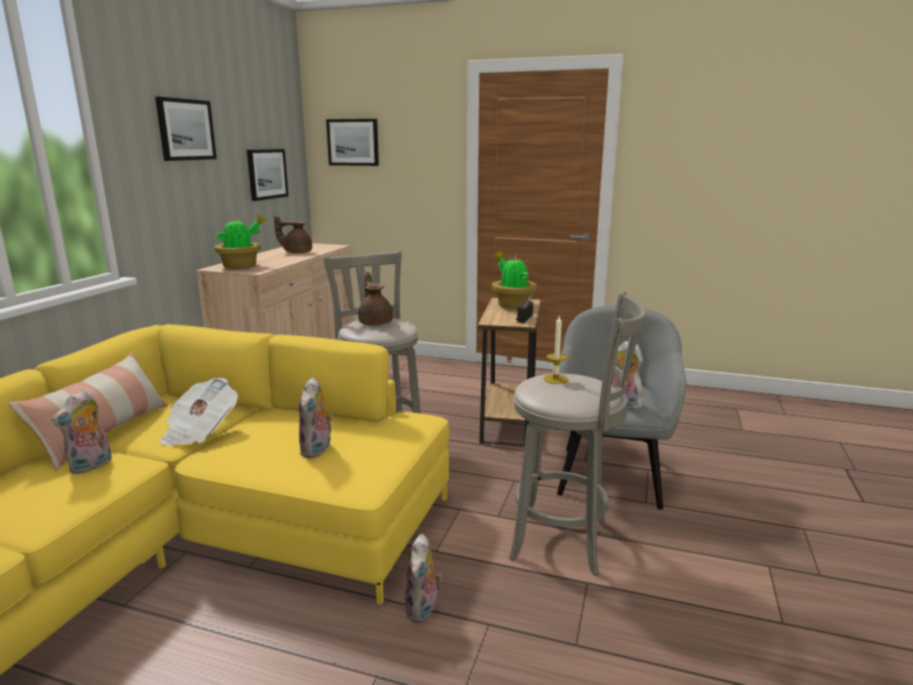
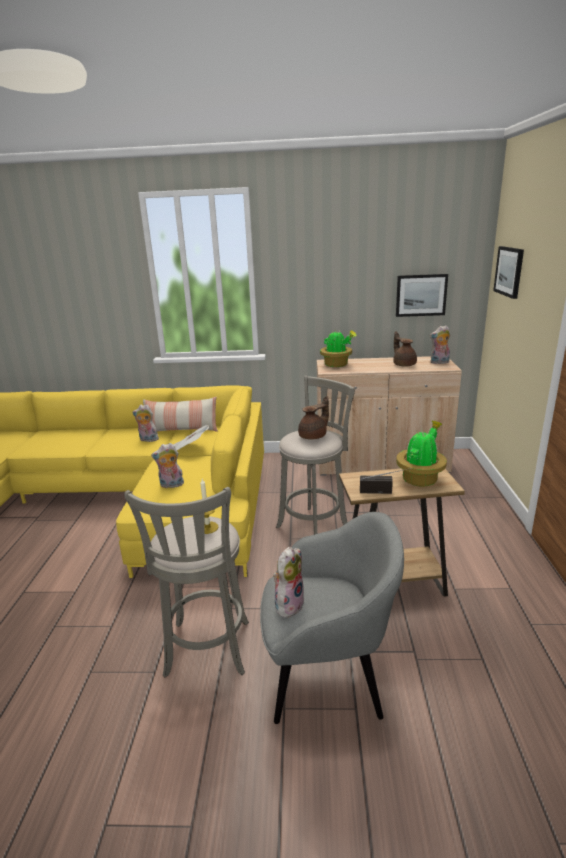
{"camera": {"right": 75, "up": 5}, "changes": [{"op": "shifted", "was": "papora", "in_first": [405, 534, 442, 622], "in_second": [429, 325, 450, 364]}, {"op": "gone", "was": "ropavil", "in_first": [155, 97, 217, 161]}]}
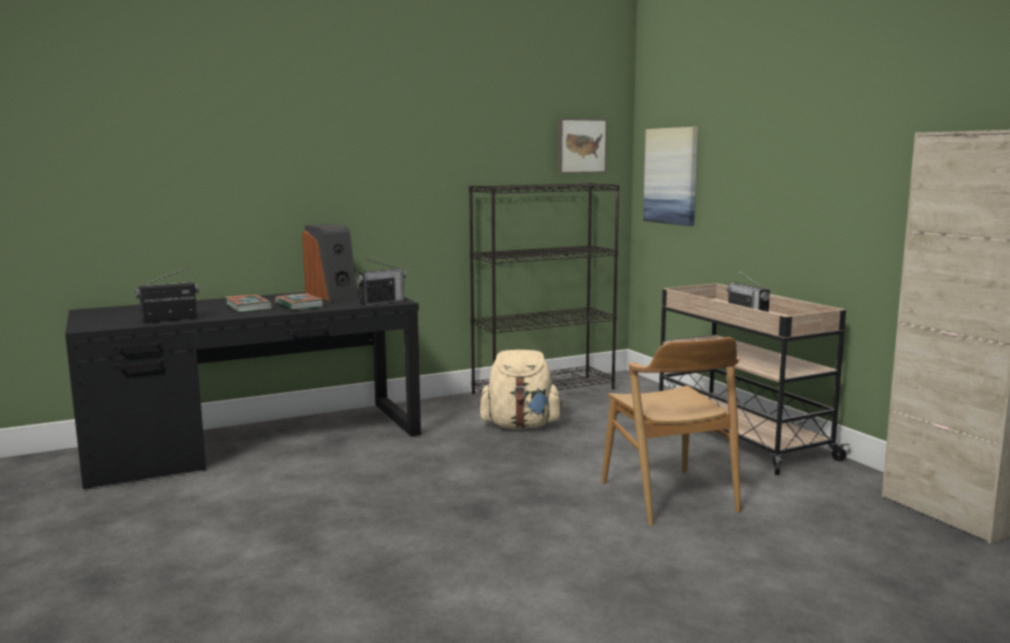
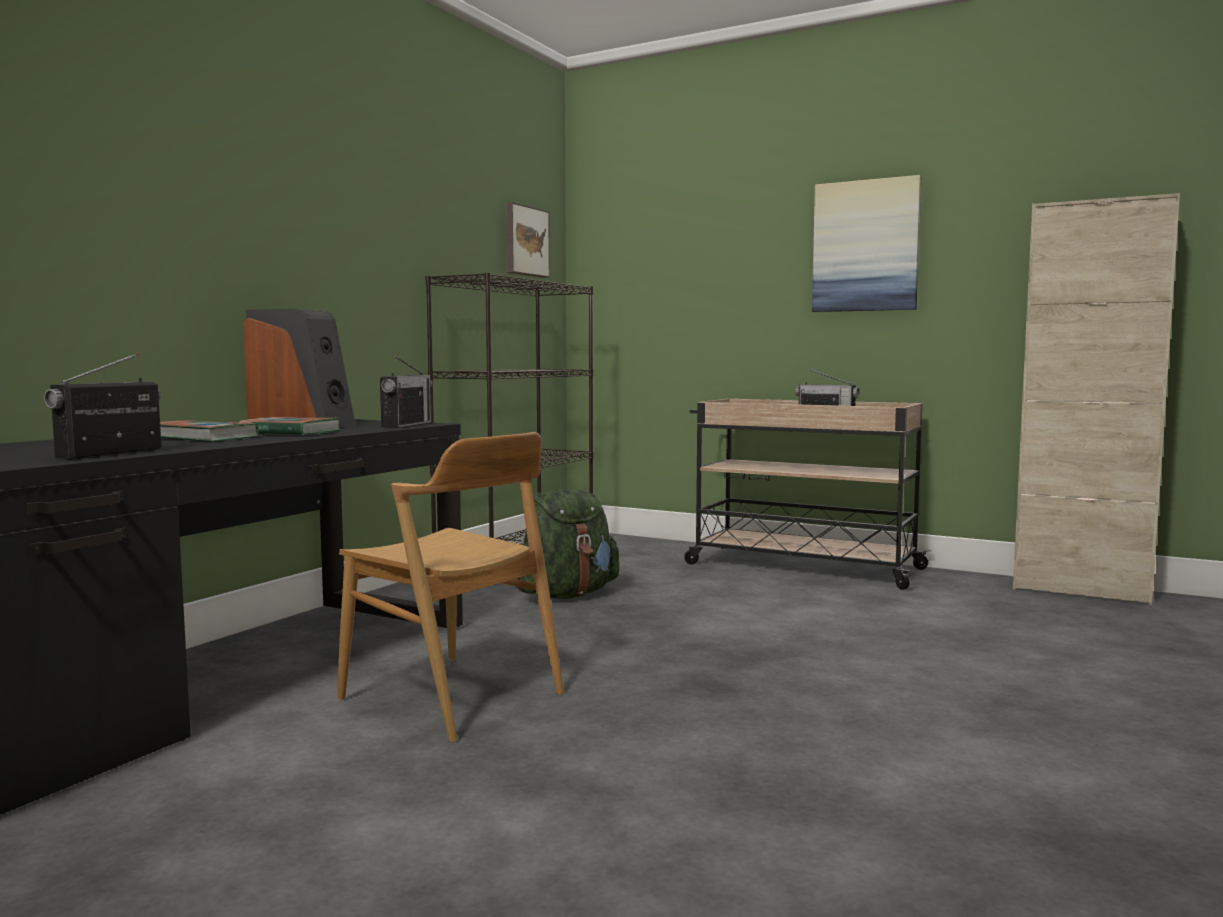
{"camera": {"right": -35, "up": -5}, "changes": [{"op": "shifted", "was": "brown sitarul", "in_first": [602, 337, 741, 526], "in_second": [337, 432, 564, 742]}, {"op": "repainted", "was": "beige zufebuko", "now": "green zufebuko", "in_first": [479, 350, 563, 429], "in_second": [516, 489, 620, 599]}, {"op": "shifted", "was": "ropavil", "in_first": [643, 127, 698, 226], "in_second": [812, 175, 922, 312]}]}
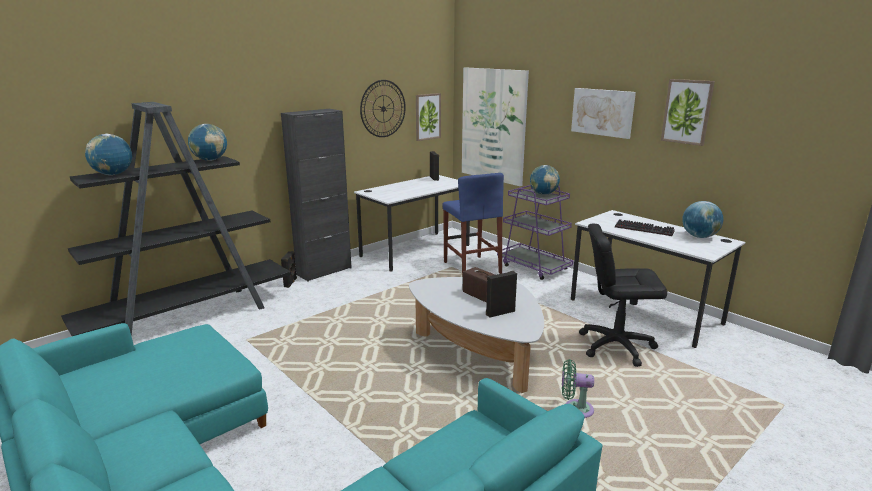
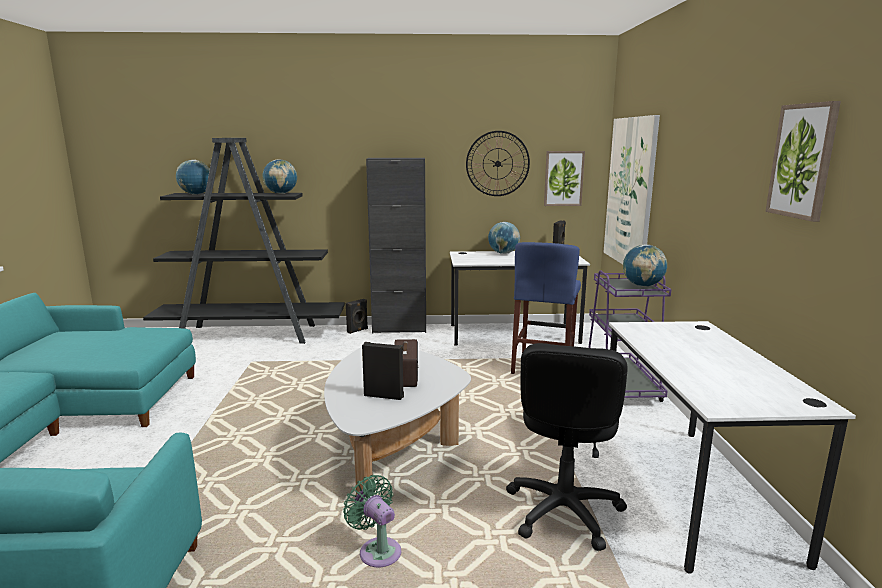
{"camera": {"right": 40, "up": -5}, "changes": [{"op": "shifted", "was": "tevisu", "in_first": [682, 201, 723, 238], "in_second": [488, 222, 520, 254]}, {"op": "rotated", "was": "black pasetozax", "in_first": [579, 223, 667, 367], "in_second": [506, 343, 628, 551], "clockwise": -120}, {"op": "gone", "was": "ropavil", "in_first": [571, 88, 636, 139]}, {"op": "gone", "was": "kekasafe", "in_first": [615, 219, 675, 236]}]}
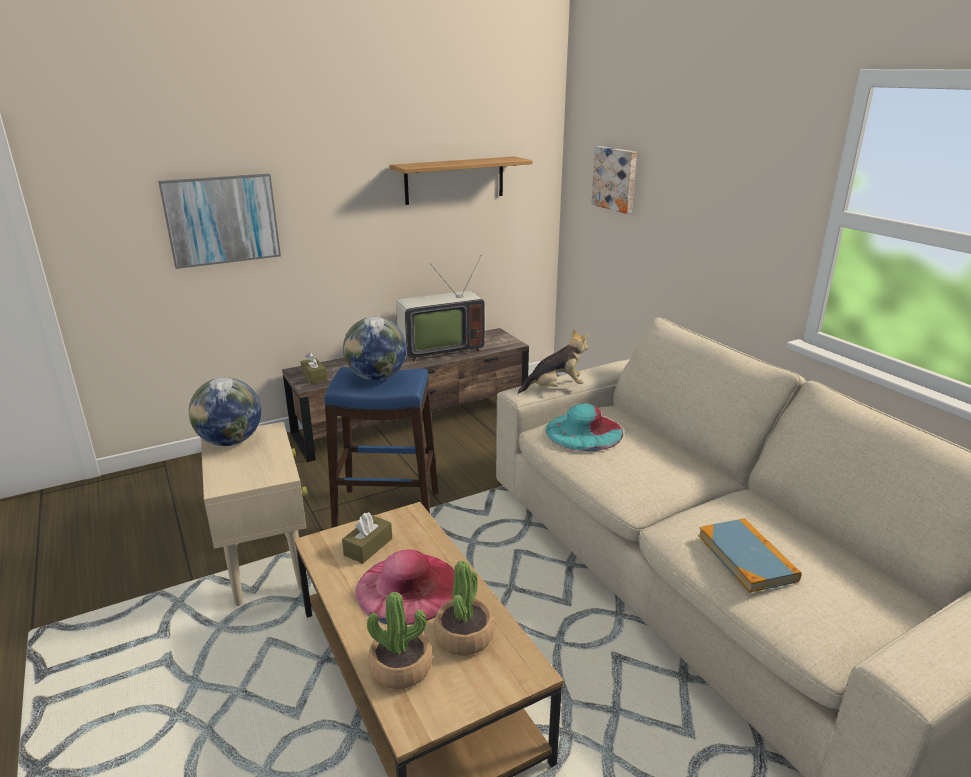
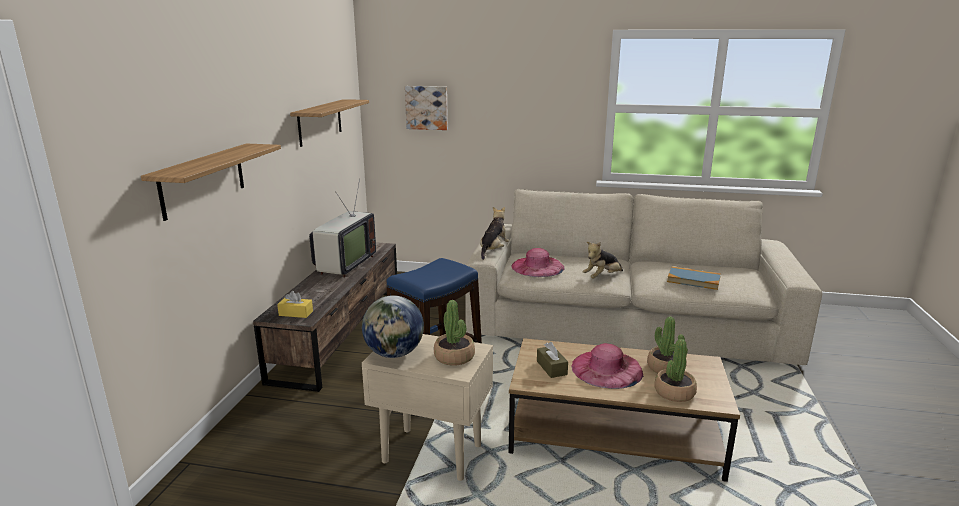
{"camera": {"right": -50, "up": -5}, "changes": [{"op": "swapped", "was": "ropavil", "now": "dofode", "in_first": [158, 174, 281, 269], "in_second": [141, 143, 281, 221]}, {"op": "repainted", "was": "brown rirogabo", "now": "yellow rirogabo", "in_first": [300, 352, 327, 384], "in_second": [277, 291, 313, 318]}, {"op": "new", "now": "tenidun", "in_second": [434, 300, 475, 366]}, {"op": "repainted", "was": "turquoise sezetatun", "now": "pink sezetatun", "in_first": [546, 403, 623, 451], "in_second": [511, 248, 565, 277]}, {"op": "new", "now": "papora", "in_second": [583, 242, 623, 278]}, {"op": "gone", "was": "tevisu", "in_first": [343, 317, 407, 381]}]}
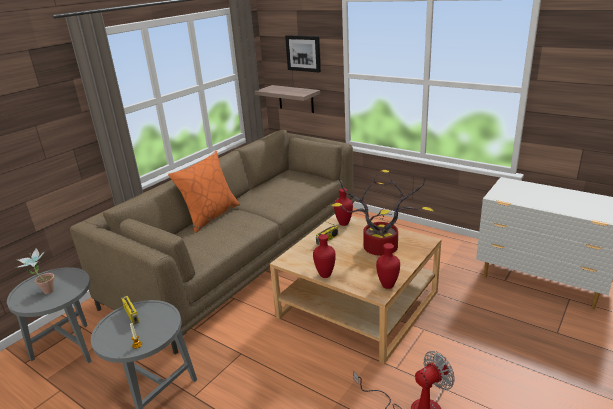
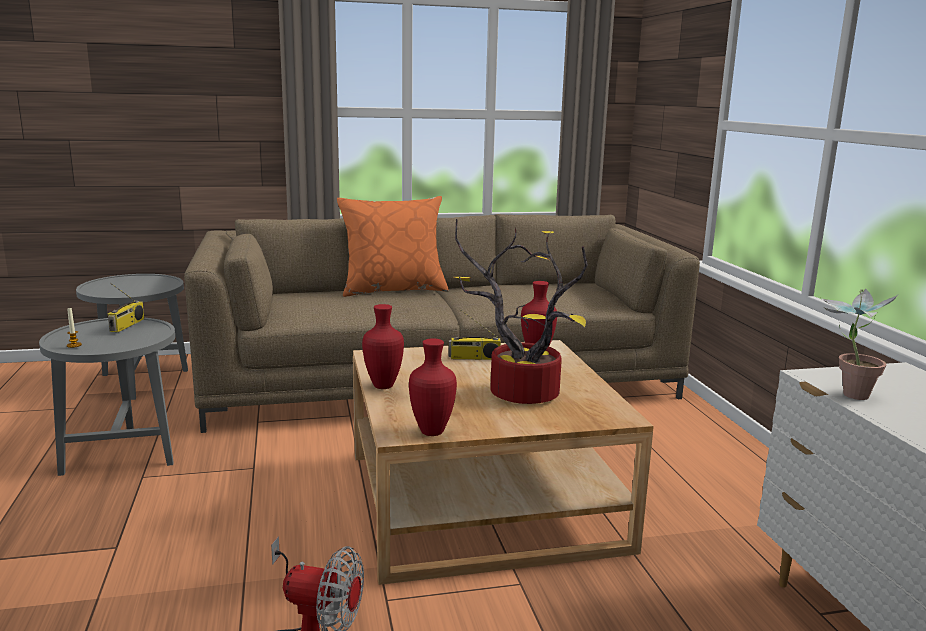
{"camera": {"right": 40, "up": -10}, "changes": [{"op": "shifted", "was": "tenidun", "in_first": [16, 249, 55, 294], "in_second": [821, 289, 898, 400]}, {"op": "gone", "was": "dofode", "in_first": [255, 85, 320, 113]}, {"op": "gone", "was": "ropavil", "in_first": [285, 35, 321, 73]}]}
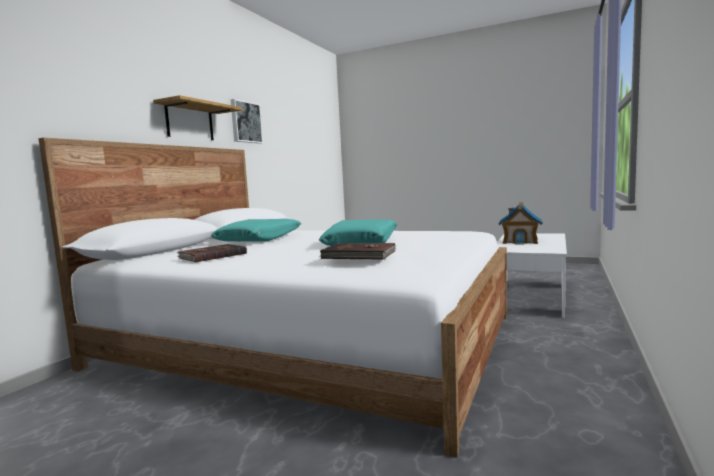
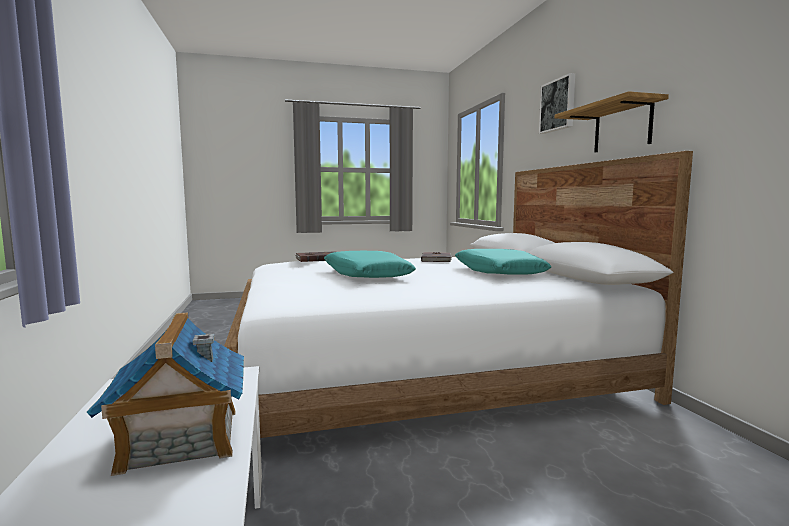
{"camera": {"right": 140, "up": 0}, "changes": [{"op": "shifted", "was": "ropavil", "in_first": [231, 99, 263, 144], "in_second": [539, 73, 575, 134]}]}
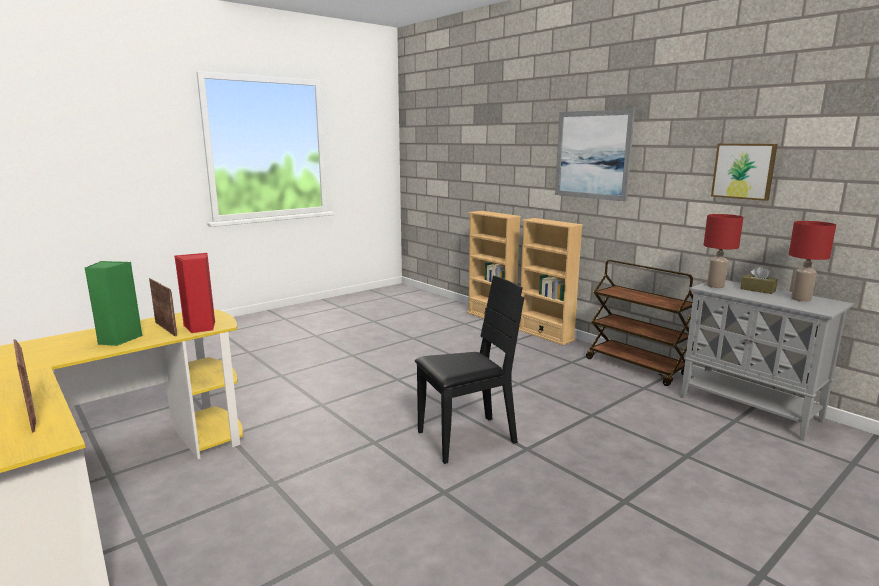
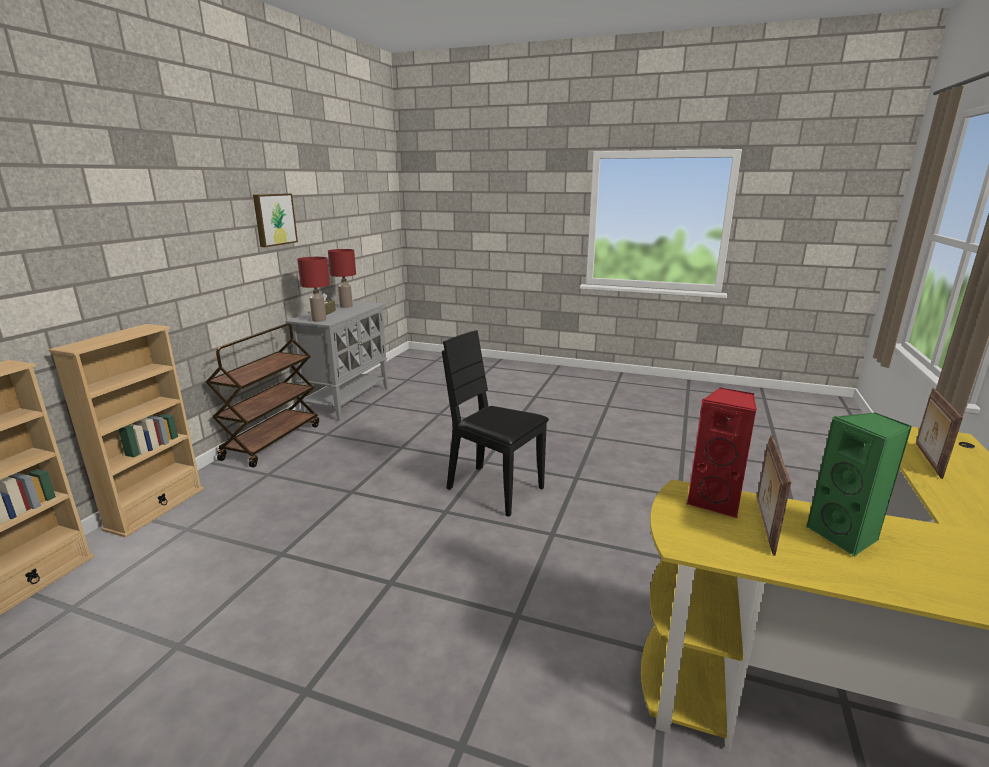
{"camera": {"right": -120, "up": 5}, "changes": [{"op": "gone", "was": "ropavil", "in_first": [555, 109, 635, 202]}]}
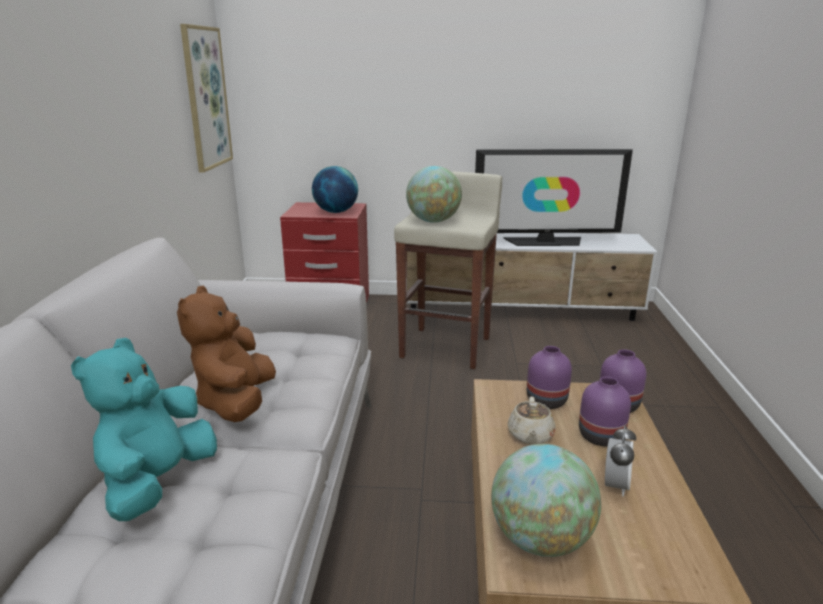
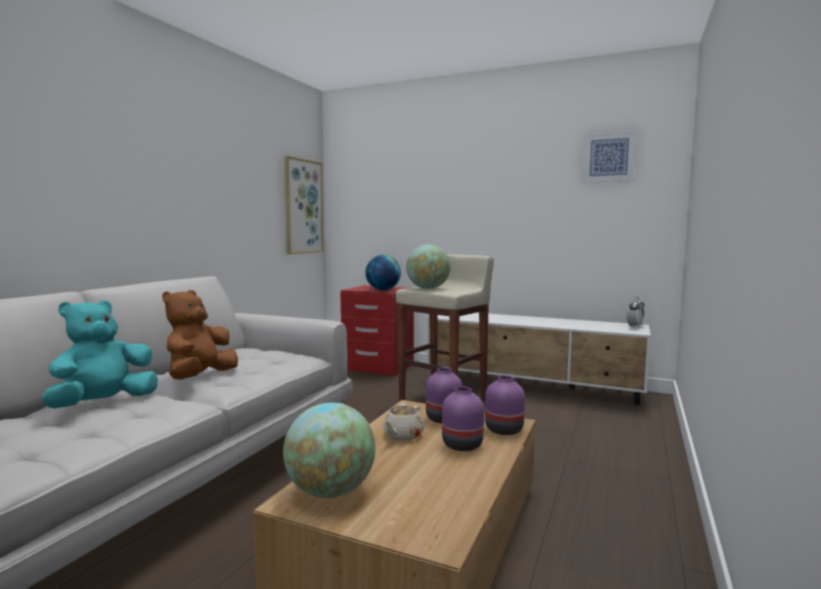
{"camera": {"right": 20, "up": -15}, "changes": [{"op": "new", "now": "ropavil", "in_second": [582, 130, 637, 183]}, {"op": "shifted", "was": "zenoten", "in_first": [605, 425, 636, 497], "in_second": [627, 297, 645, 329]}, {"op": "gone", "was": "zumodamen", "in_first": [475, 149, 633, 246]}]}
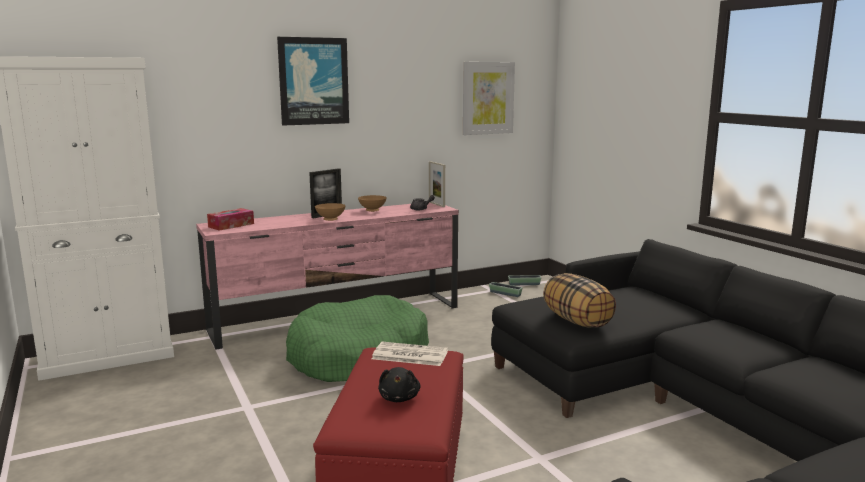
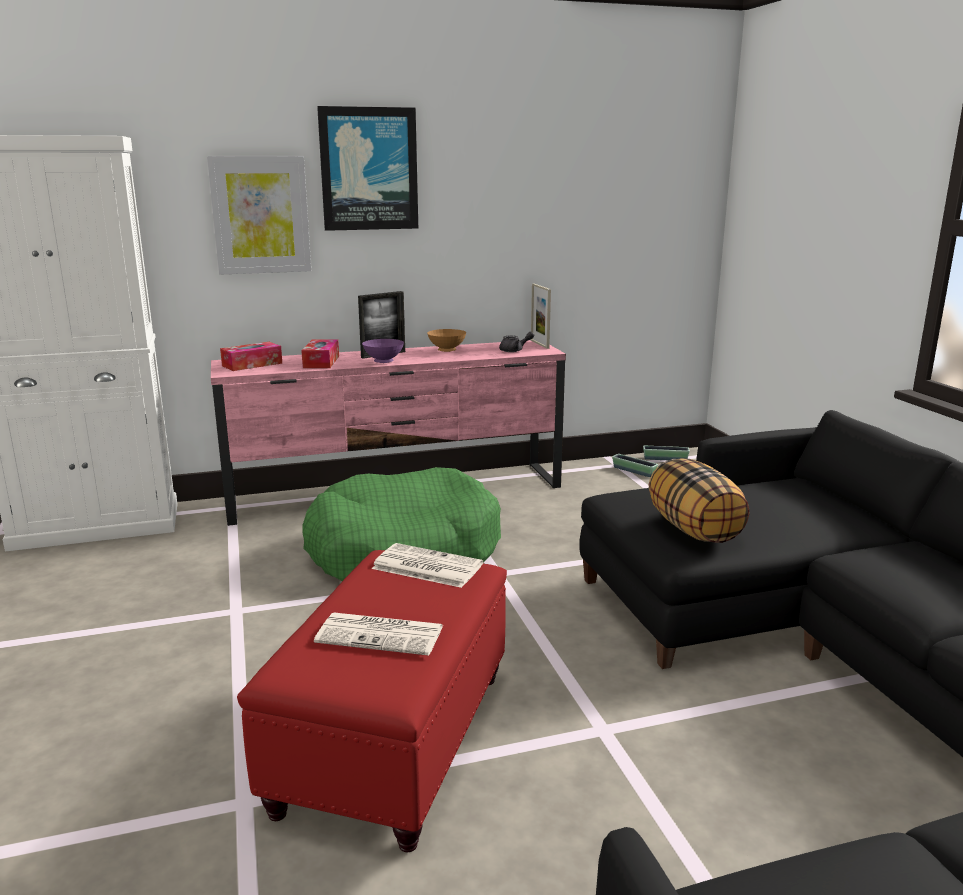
{"camera": {"right": 10, "up": 5}, "changes": [{"op": "shifted", "was": "ropavil", "in_first": [463, 62, 515, 135], "in_second": [207, 156, 311, 275]}, {"op": "new", "now": "rirogabo", "in_second": [301, 339, 339, 368]}, {"op": "swapped", "was": "black papora", "now": "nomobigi", "in_first": [378, 367, 421, 402], "in_second": [314, 613, 443, 656]}, {"op": "repainted", "was": "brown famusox", "now": "purple famusox", "in_first": [315, 203, 346, 221], "in_second": [362, 339, 404, 363]}]}
